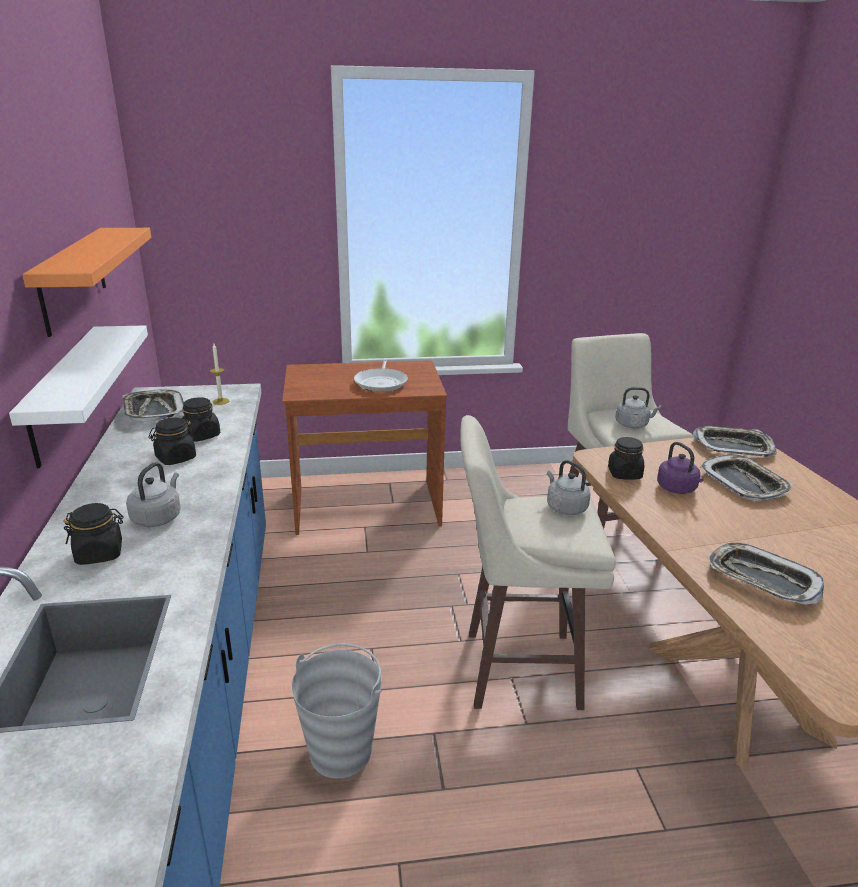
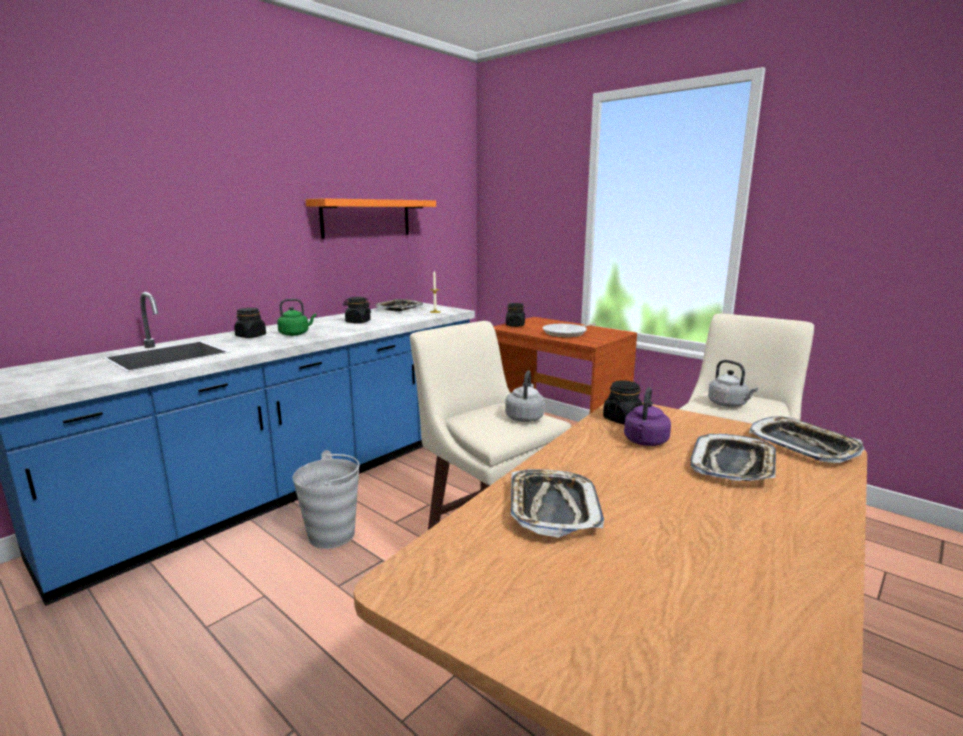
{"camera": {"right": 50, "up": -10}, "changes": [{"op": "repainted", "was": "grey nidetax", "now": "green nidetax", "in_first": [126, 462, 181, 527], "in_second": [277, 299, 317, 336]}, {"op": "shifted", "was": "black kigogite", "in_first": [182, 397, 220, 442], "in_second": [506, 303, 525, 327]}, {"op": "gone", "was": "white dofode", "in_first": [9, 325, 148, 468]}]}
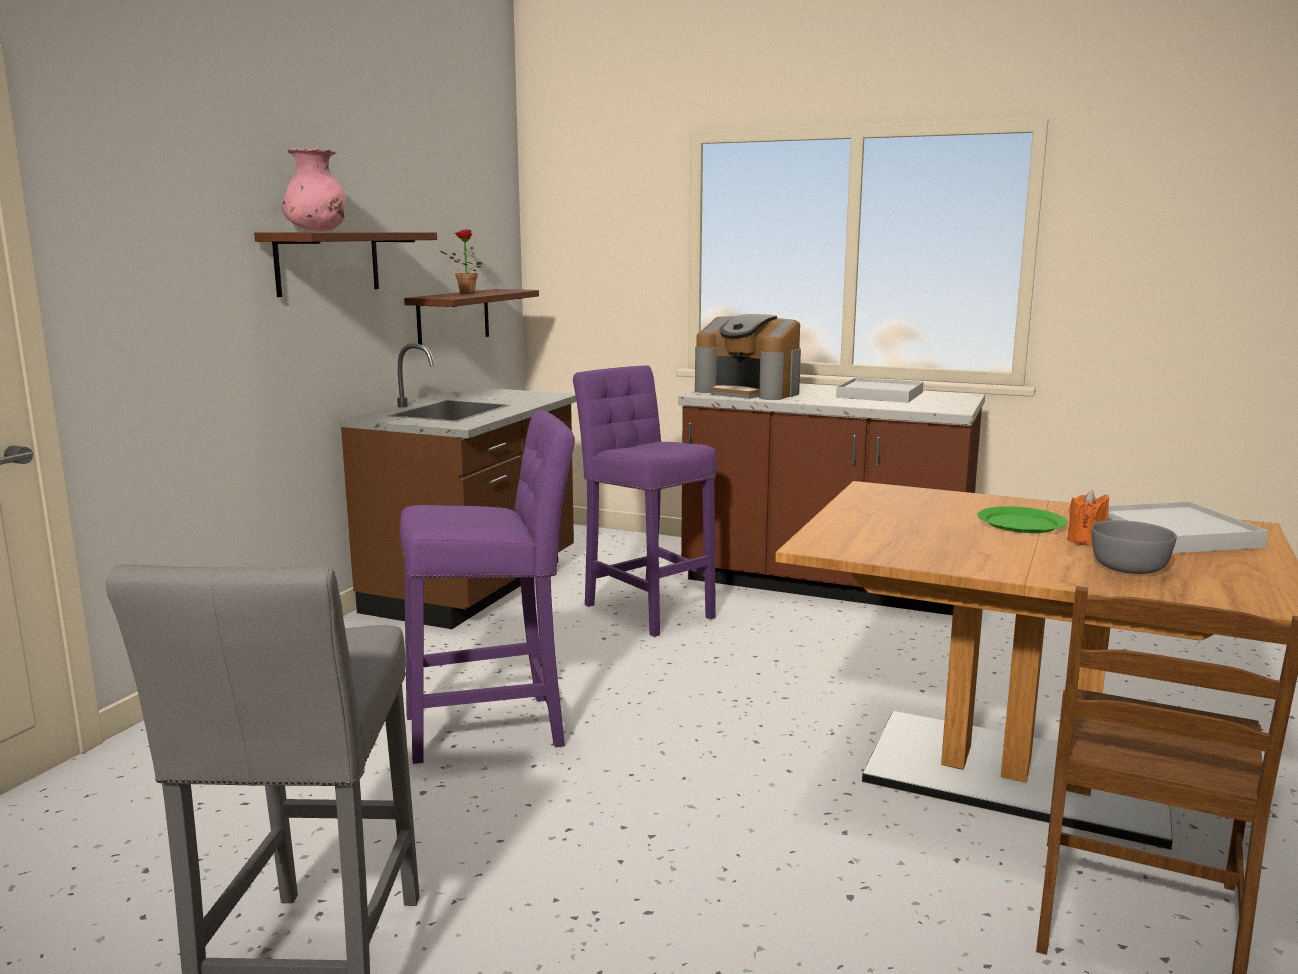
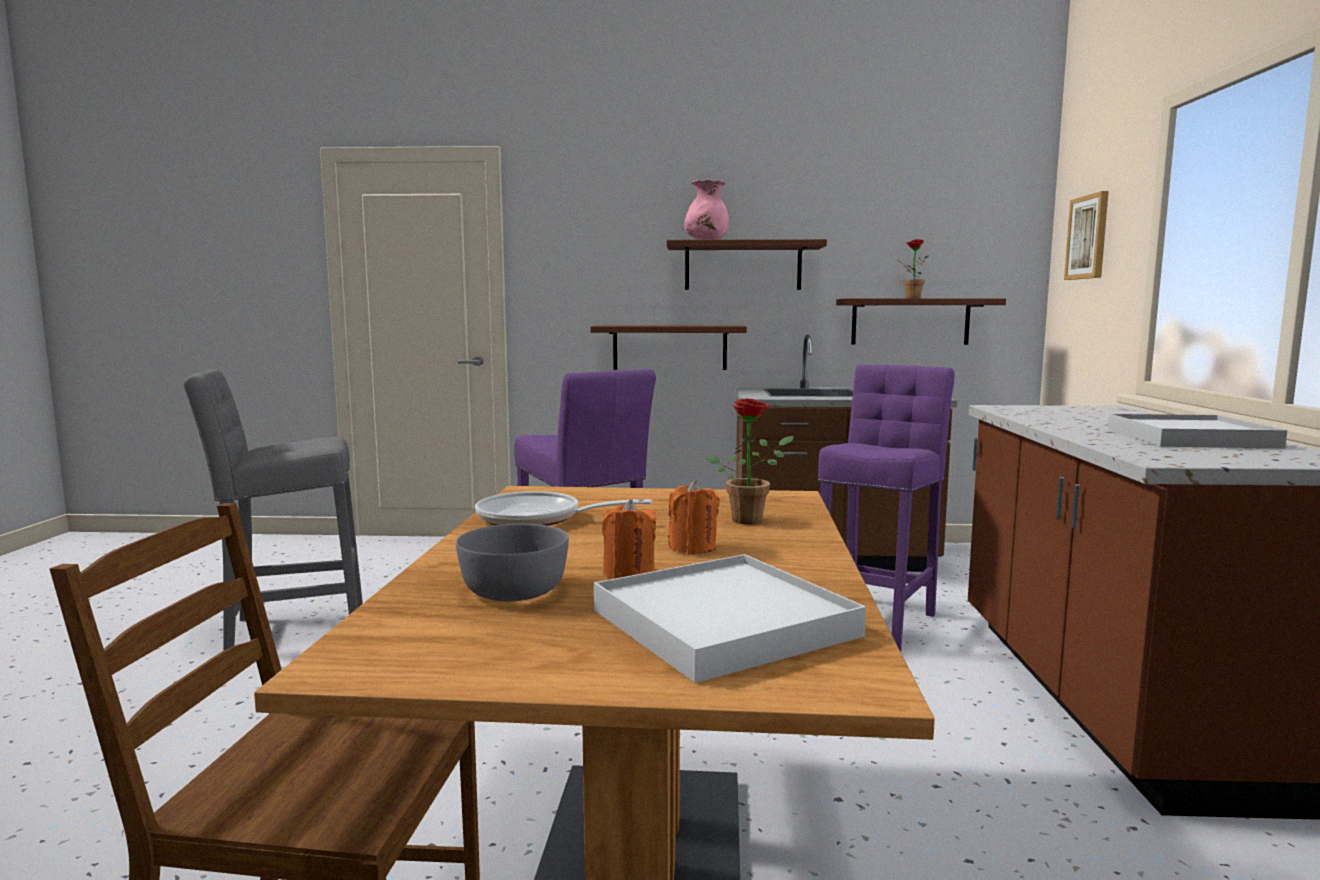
{"camera": {"right": 70, "up": -5}, "changes": [{"op": "new", "now": "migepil", "in_second": [475, 491, 652, 526]}, {"op": "new", "now": "brown dofode", "in_second": [591, 325, 747, 370]}, {"op": "swapped", "was": "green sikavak", "now": "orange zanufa", "in_first": [978, 506, 1068, 533], "in_second": [668, 480, 720, 554]}, {"op": "new", "now": "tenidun", "in_second": [706, 398, 793, 524]}, {"op": "new", "now": "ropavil", "in_second": [1064, 191, 1109, 280]}, {"op": "gone", "was": "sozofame", "in_first": [695, 314, 801, 400]}]}
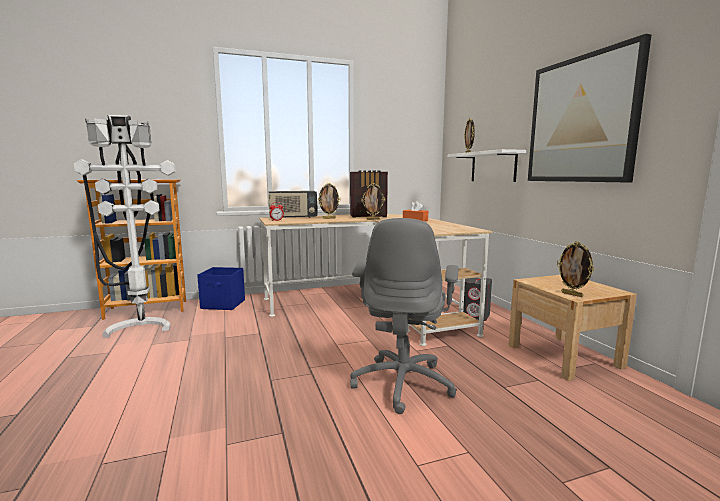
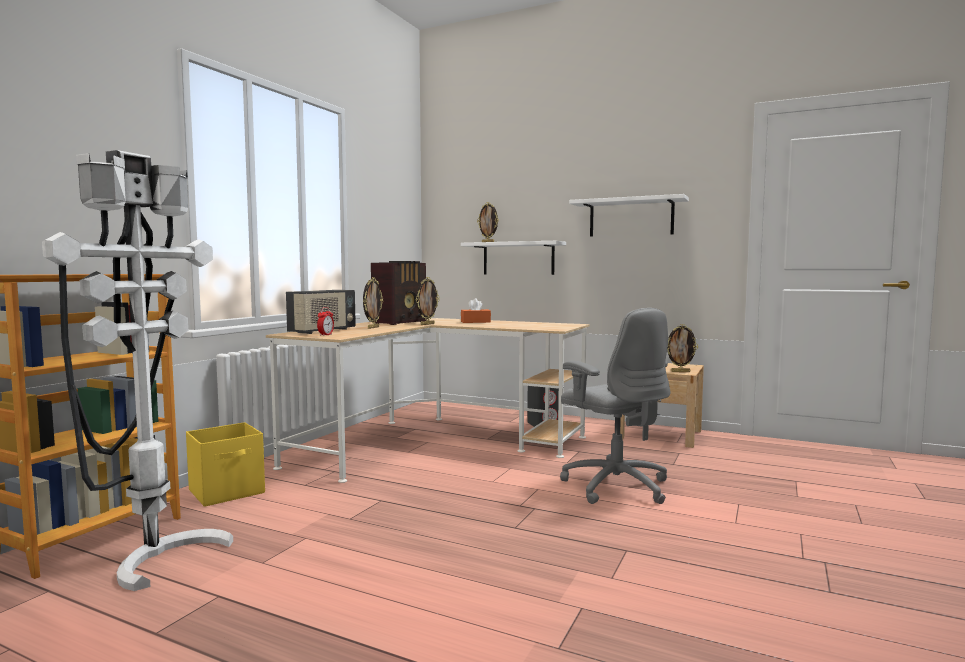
{"camera": {"right": -45, "up": -5}, "changes": [{"op": "repainted", "was": "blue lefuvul", "now": "yellow lefuvul", "in_first": [197, 267, 245, 310], "in_second": [186, 422, 265, 507]}, {"op": "swapped", "was": "ropavil", "now": "white dofode", "in_first": [528, 34, 651, 182], "in_second": [569, 194, 689, 236]}]}
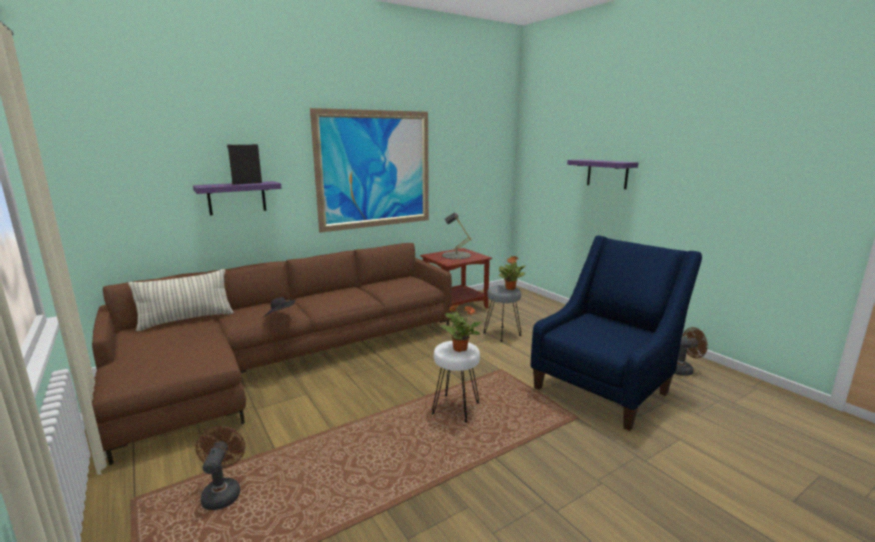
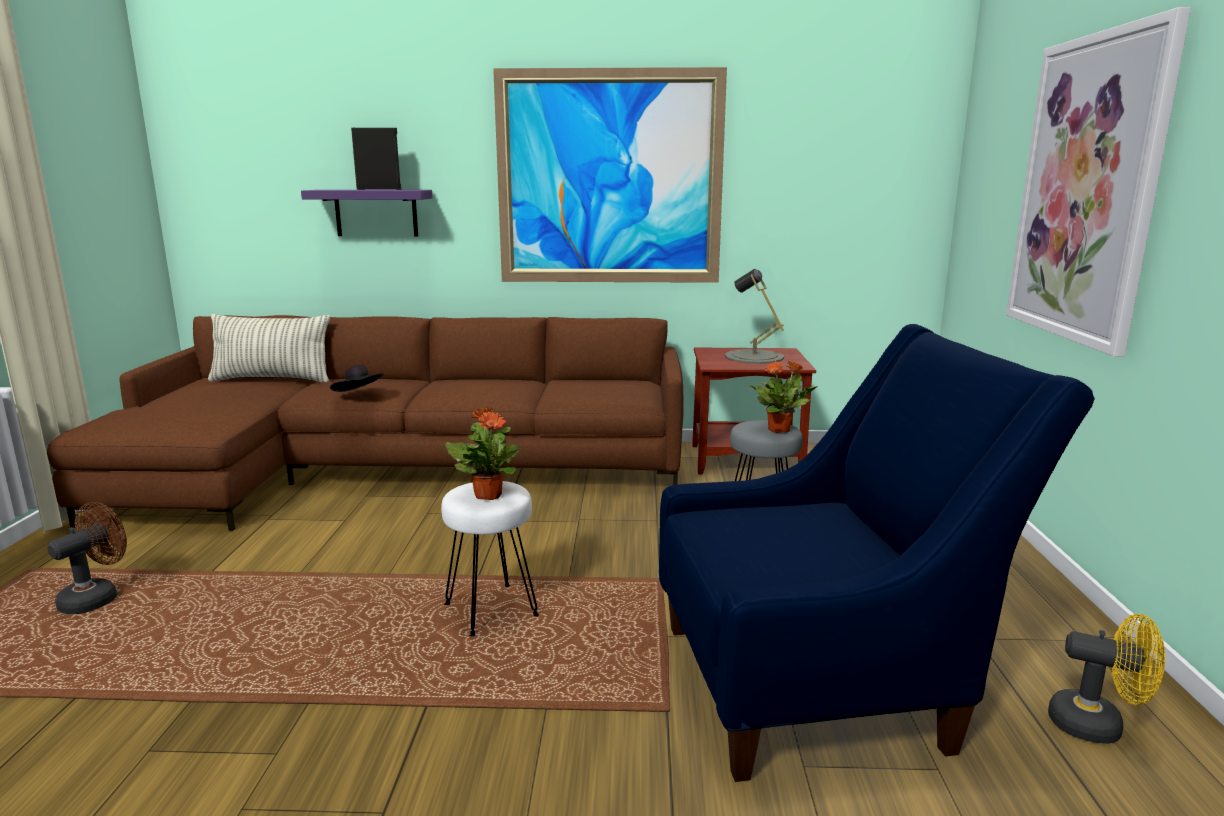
{"camera": {"right": 35, "up": 0}, "changes": [{"op": "swapped", "was": "purple dofode", "now": "ropavil", "in_first": [567, 159, 638, 189], "in_second": [1006, 7, 1191, 357]}, {"op": "repainted", "was": "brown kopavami", "now": "yellow kopavami", "in_first": [674, 327, 708, 376], "in_second": [1048, 614, 1165, 744]}]}
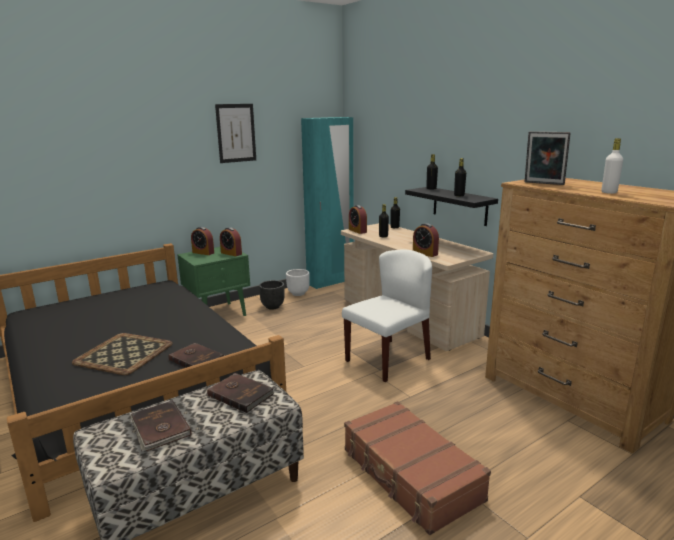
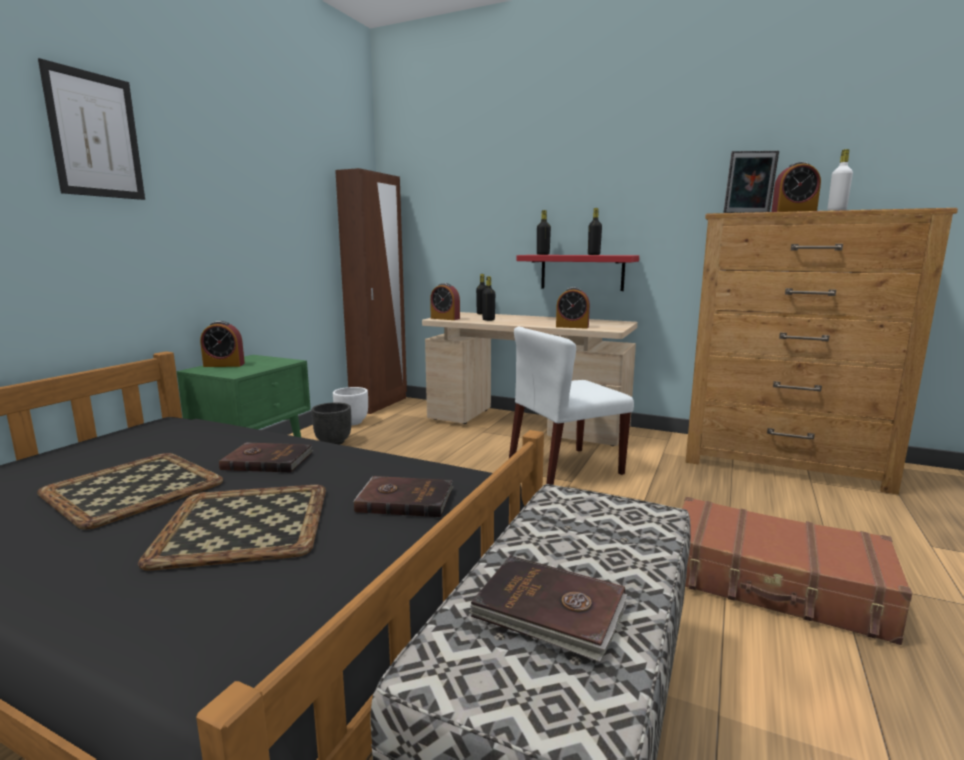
{"camera": {"right": -30, "up": -5}, "changes": [{"op": "new", "now": "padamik", "in_second": [37, 453, 223, 529]}, {"op": "shifted", "was": "ropavil", "in_first": [215, 104, 256, 163], "in_second": [38, 58, 145, 200]}, {"op": "shifted", "was": "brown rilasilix", "in_first": [207, 373, 275, 413], "in_second": [219, 443, 313, 473]}, {"op": "repainted", "was": "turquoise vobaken", "now": "brown vobaken", "in_first": [301, 117, 354, 289], "in_second": [335, 168, 407, 414]}, {"op": "rotated", "was": "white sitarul", "in_first": [342, 249, 432, 382], "in_second": [509, 327, 634, 485], "clockwise": -135}, {"op": "repainted", "was": "black dofode", "now": "red dofode", "in_first": [405, 187, 498, 226], "in_second": [517, 255, 639, 291]}, {"op": "shifted", "was": "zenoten", "in_first": [220, 227, 242, 256], "in_second": [771, 162, 821, 212]}]}
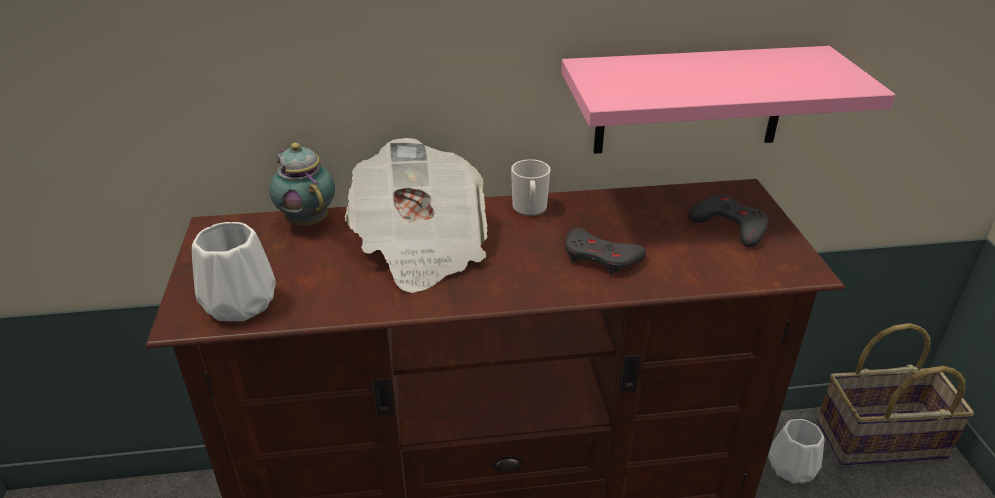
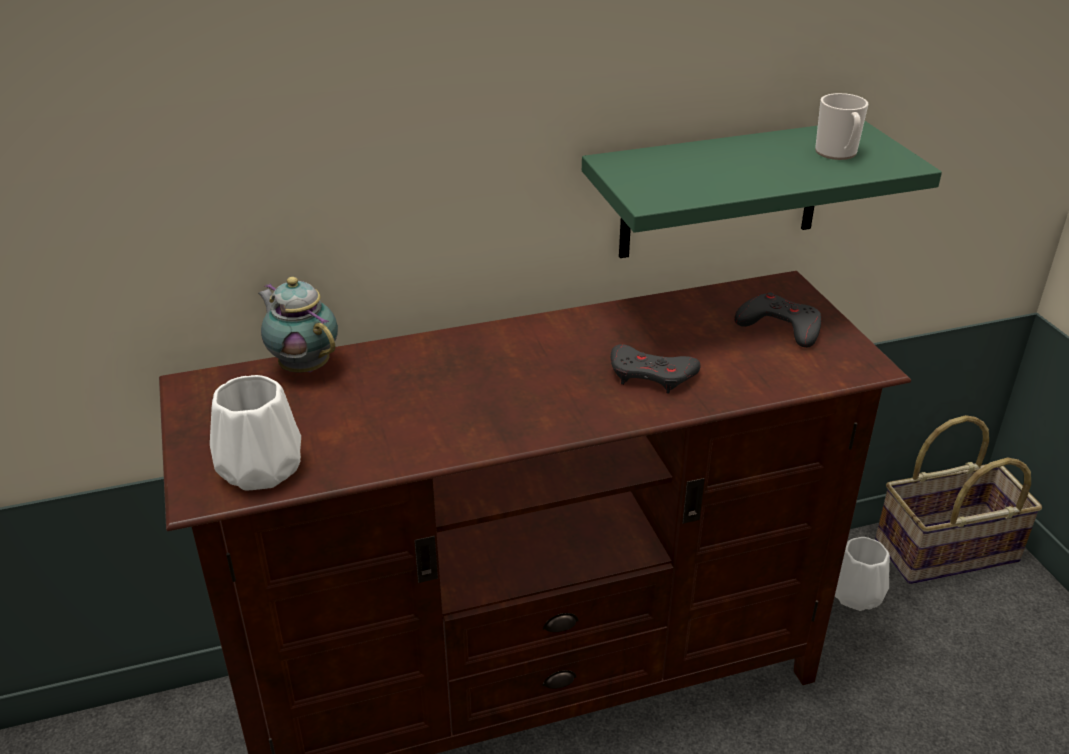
{"camera": {"right": -10, "up": 0}, "changes": [{"op": "repainted", "was": "pink dofode", "now": "green dofode", "in_first": [561, 46, 896, 154], "in_second": [582, 121, 942, 258]}, {"op": "shifted", "was": "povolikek", "in_first": [511, 159, 550, 216], "in_second": [815, 93, 868, 160]}, {"op": "gone", "was": "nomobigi", "in_first": [344, 138, 487, 293]}]}
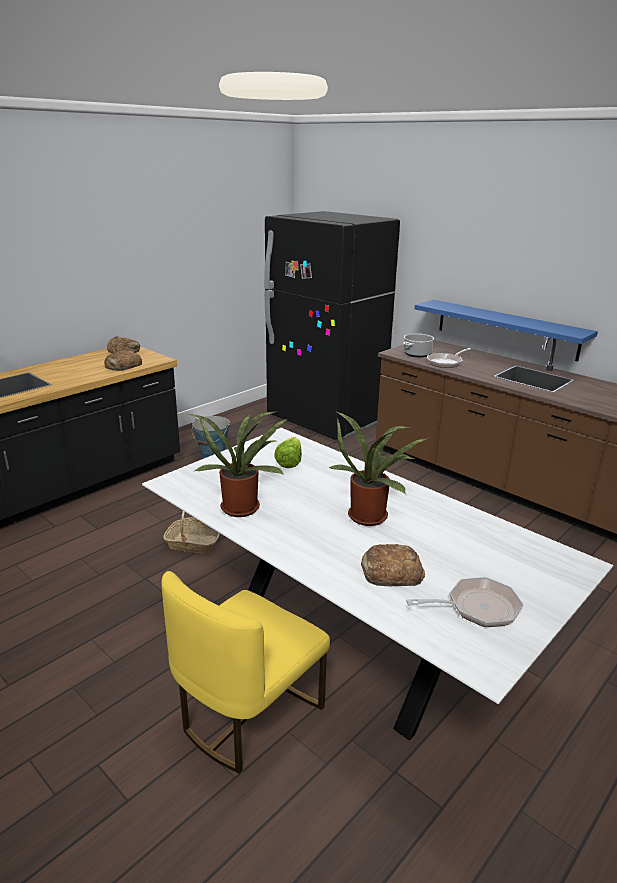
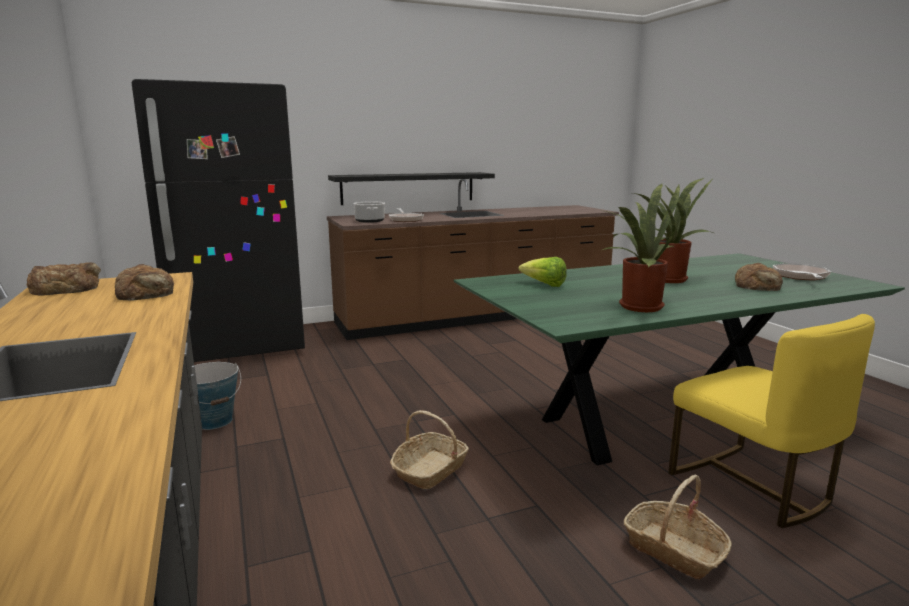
{"camera": {"right": -65, "up": -10}, "changes": [{"op": "repainted", "was": "blue dofode", "now": "black dofode", "in_first": [415, 300, 598, 362], "in_second": [328, 172, 495, 205]}, {"op": "repainted", "was": "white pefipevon", "now": "green pefipevon", "in_first": [142, 428, 613, 740], "in_second": [453, 253, 905, 465]}, {"op": "new", "now": "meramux", "in_second": [624, 475, 732, 580]}]}
